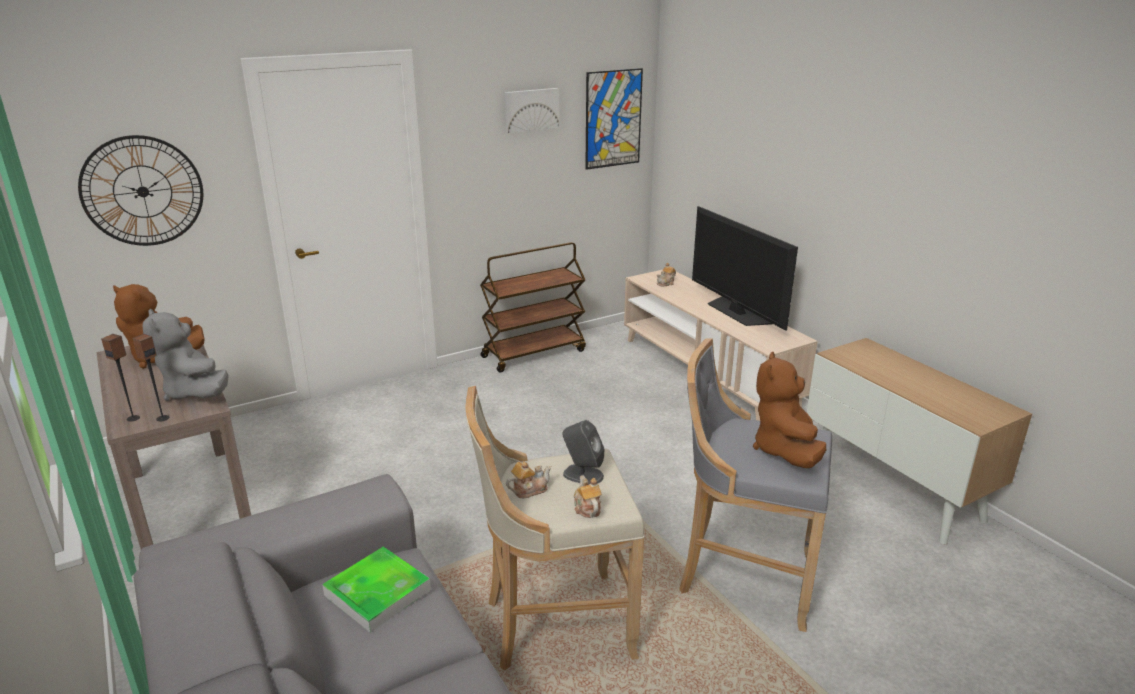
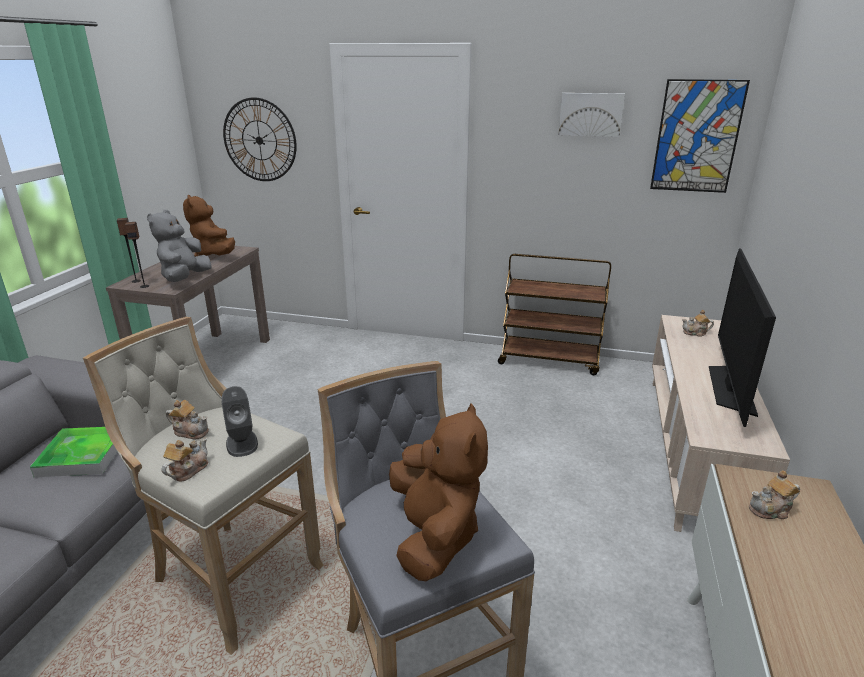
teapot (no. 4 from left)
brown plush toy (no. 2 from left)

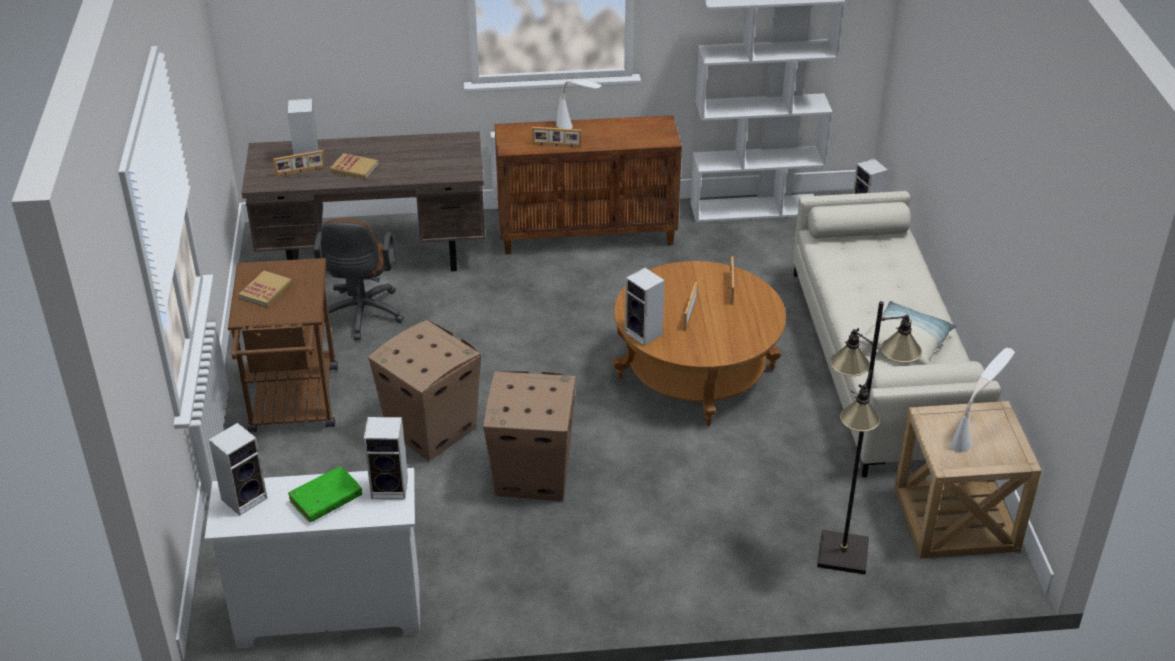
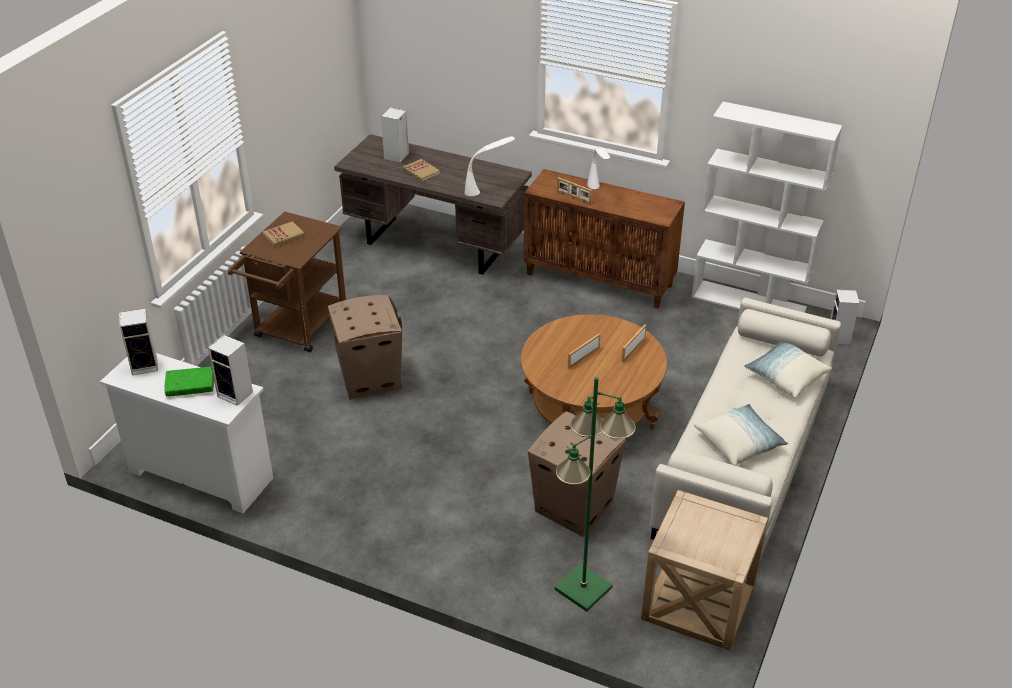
picture frame (no. 1 from left in the first image)
brown office chair
speaker (no. 4 from left in the first image)
pillow (no. 2 from left)
cardboard box (no. 2 from left)
white table lamp (no. 1 from left)
green floor lamp

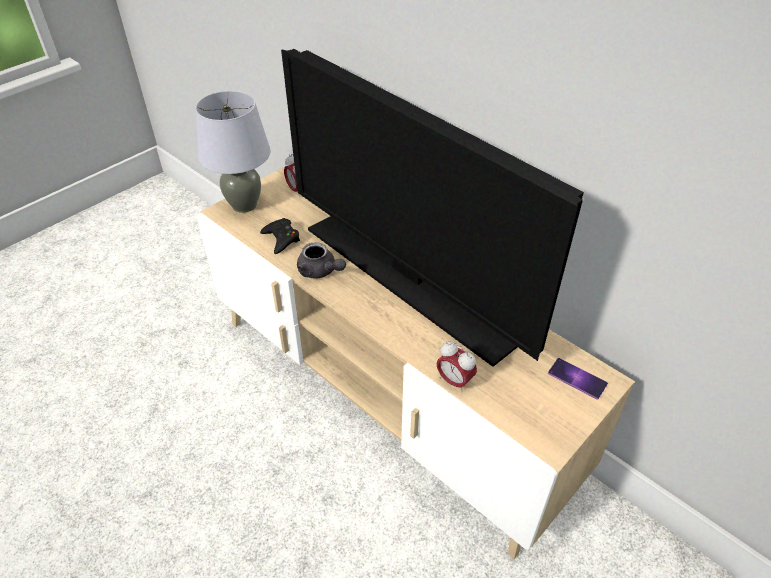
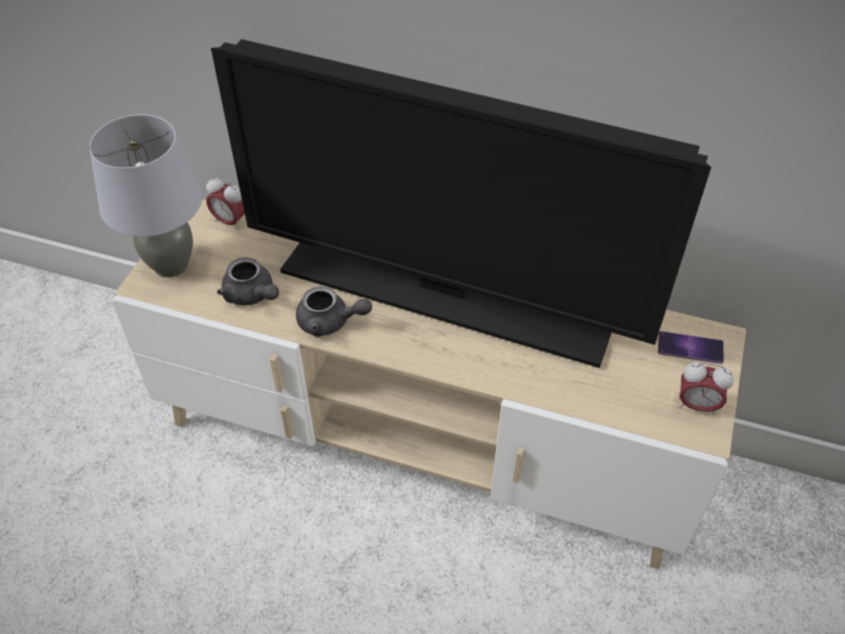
alarm clock (no. 2 from left)
grey teapot (no. 1 from left)

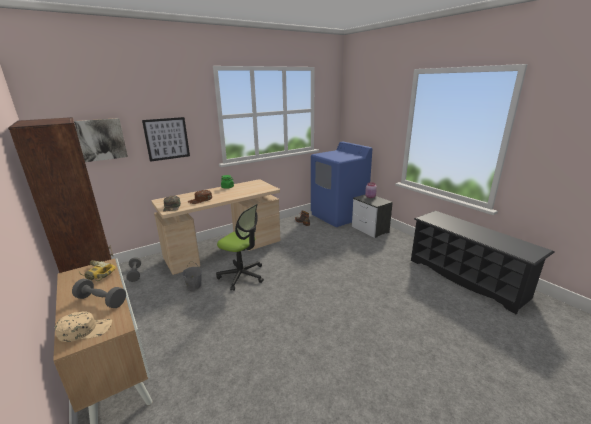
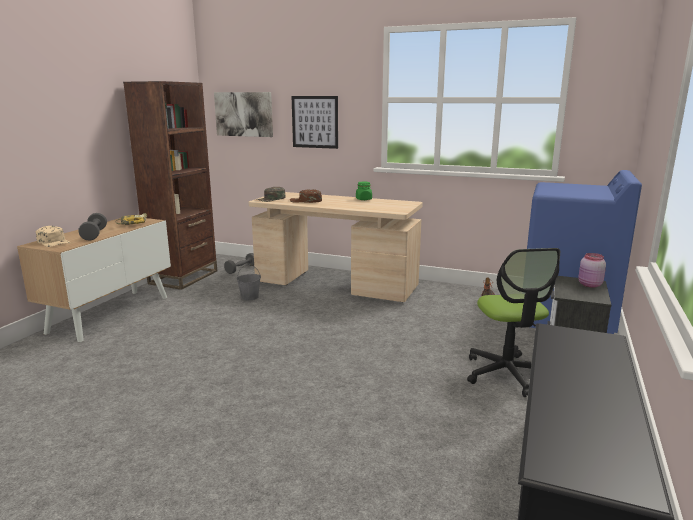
office chair

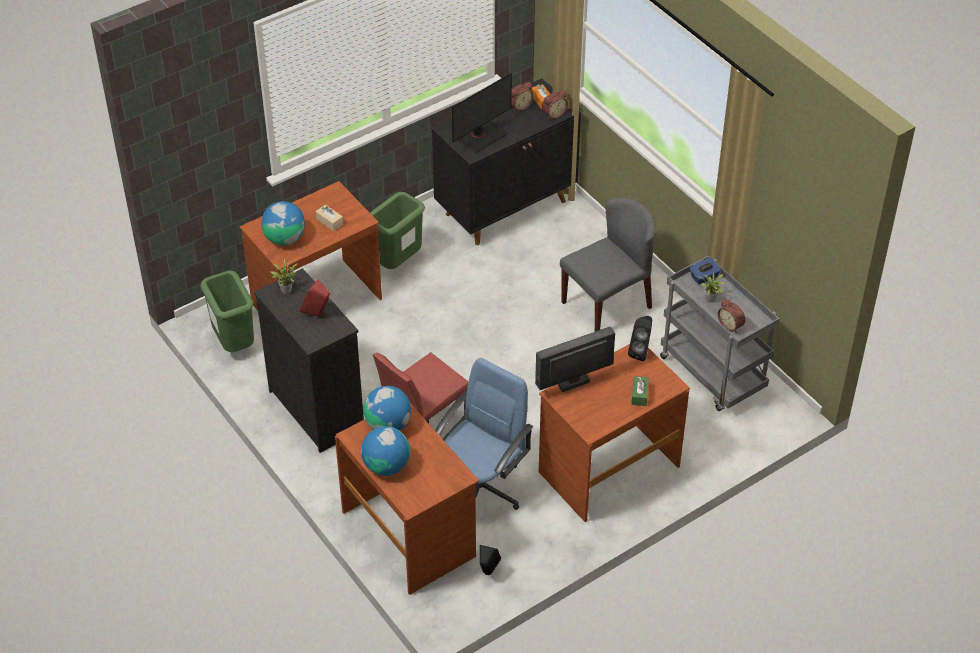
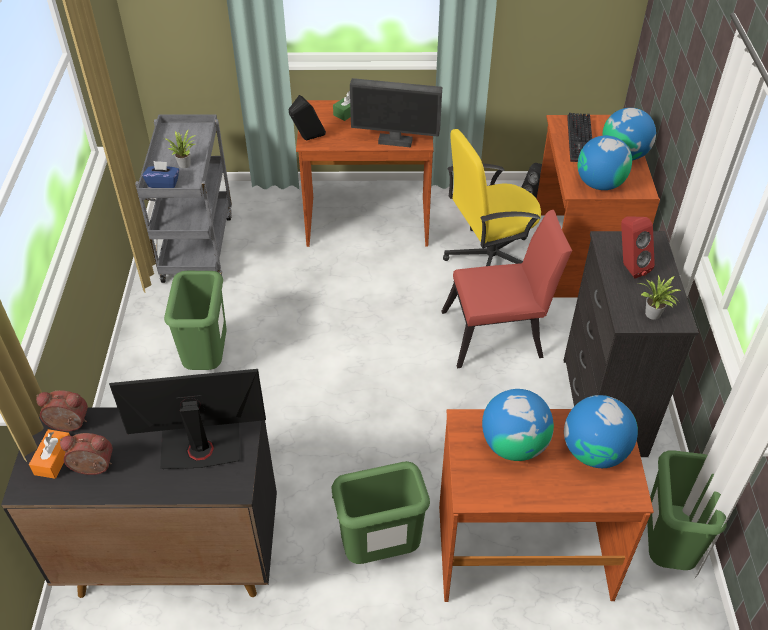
alarm clock (no. 3 from left in the first image)
keyboard
globe (no. 1 from left)
green trash can (no. 1 from left)
yellow office chair

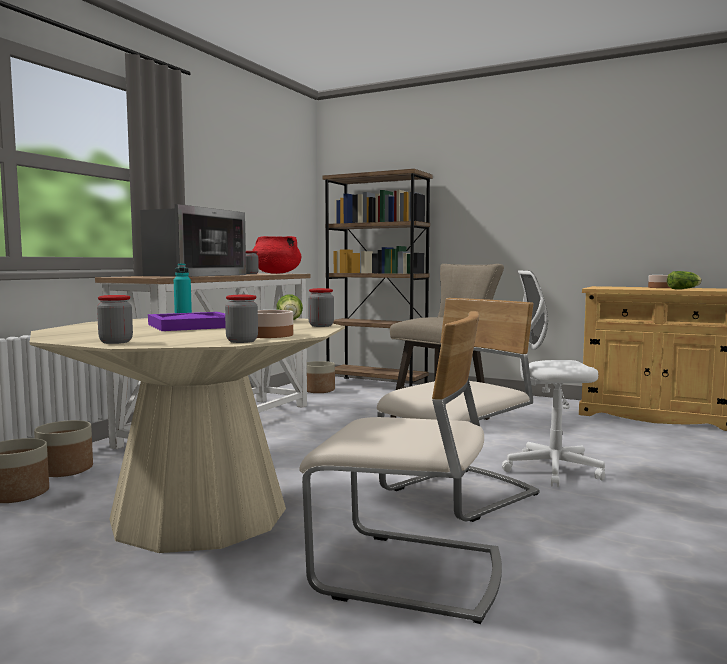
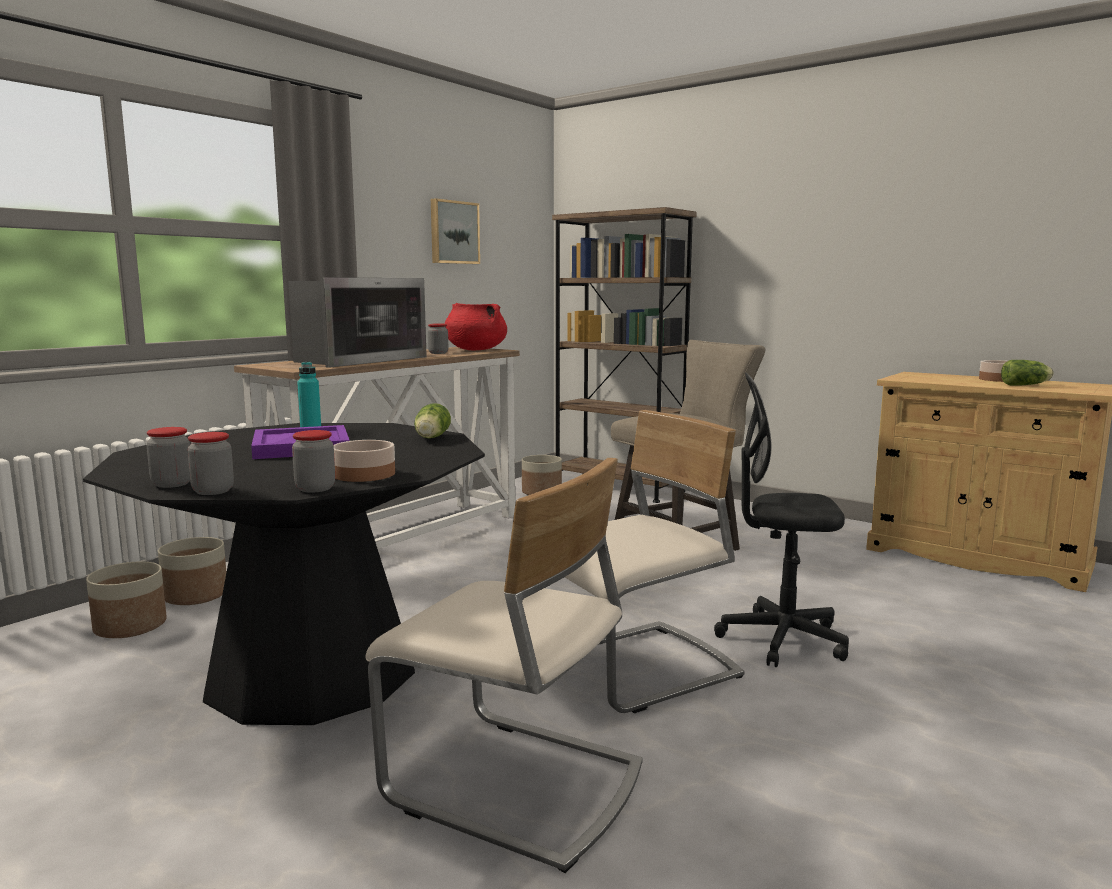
picture
jar (no. 2 from left)
black dining table
black office chair

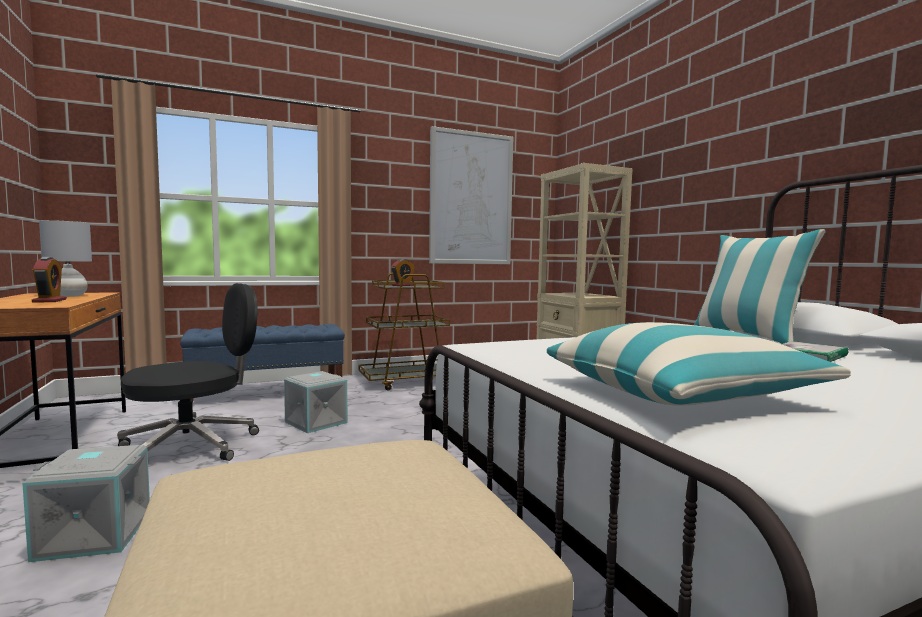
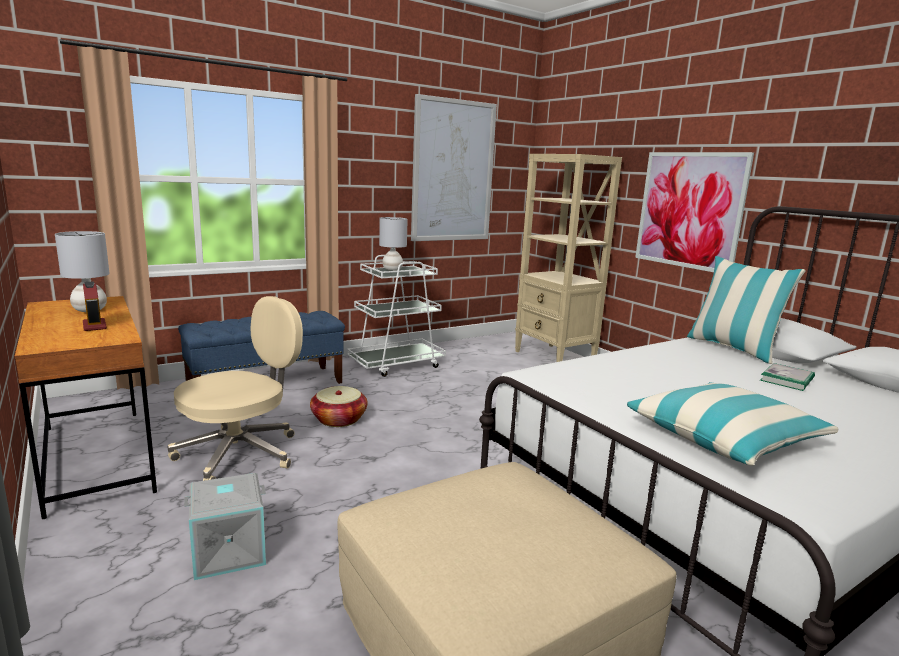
picture (no. 2 from left)
basket
grey table lamp (no. 2 from left)
beige office chair
white cart

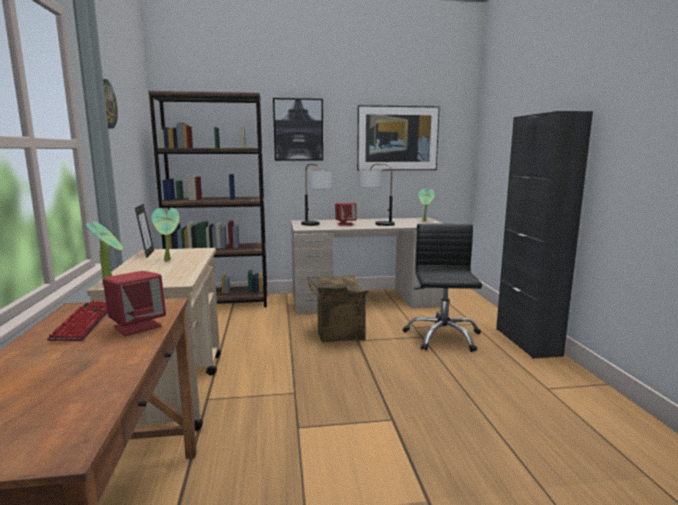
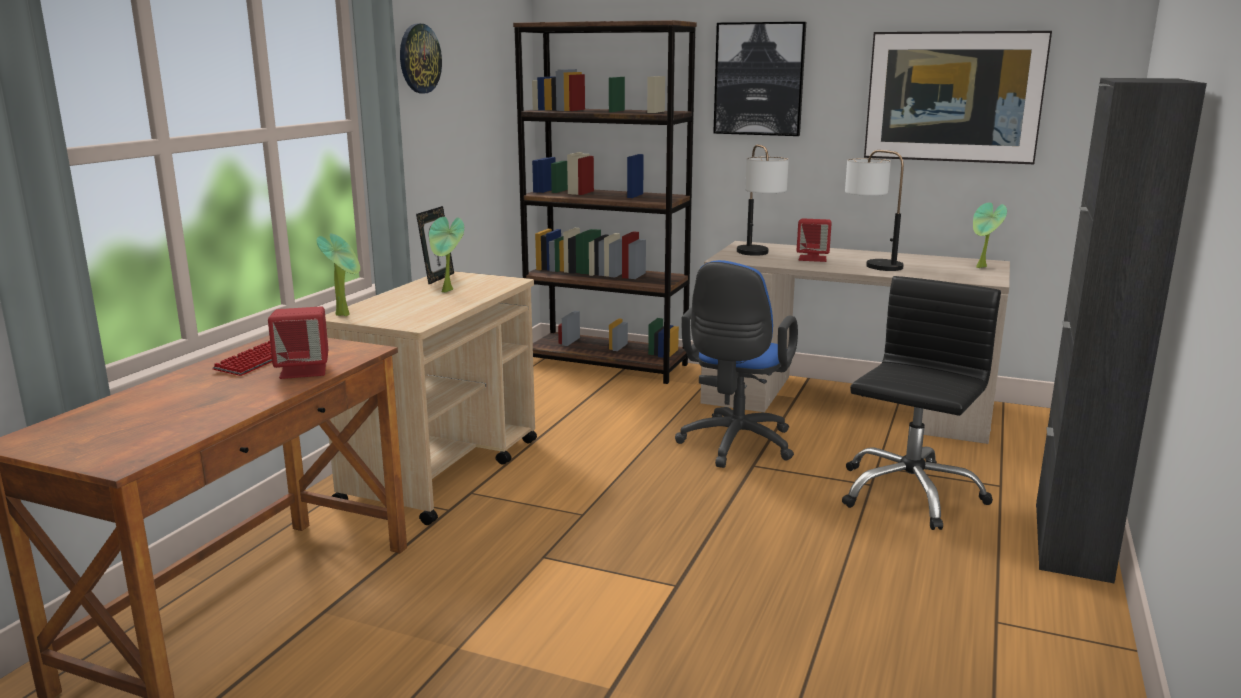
blue office chair

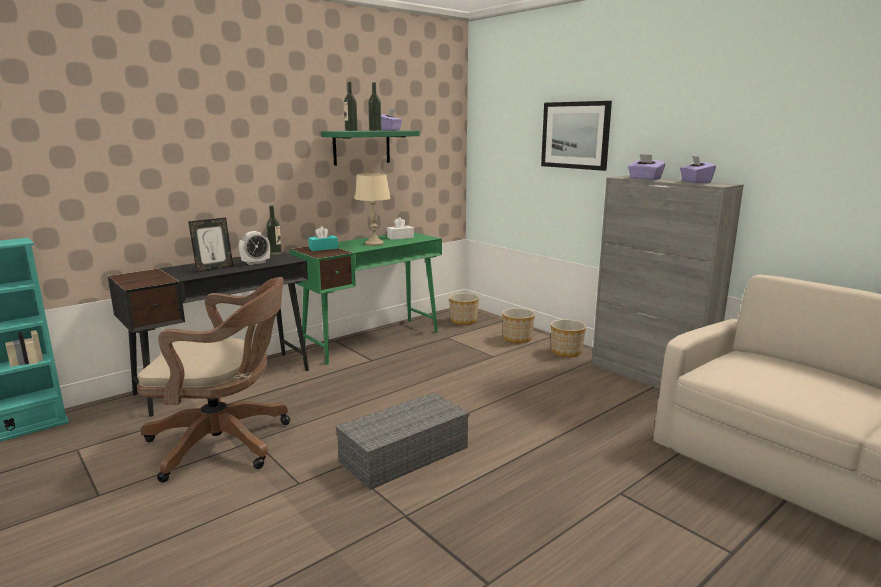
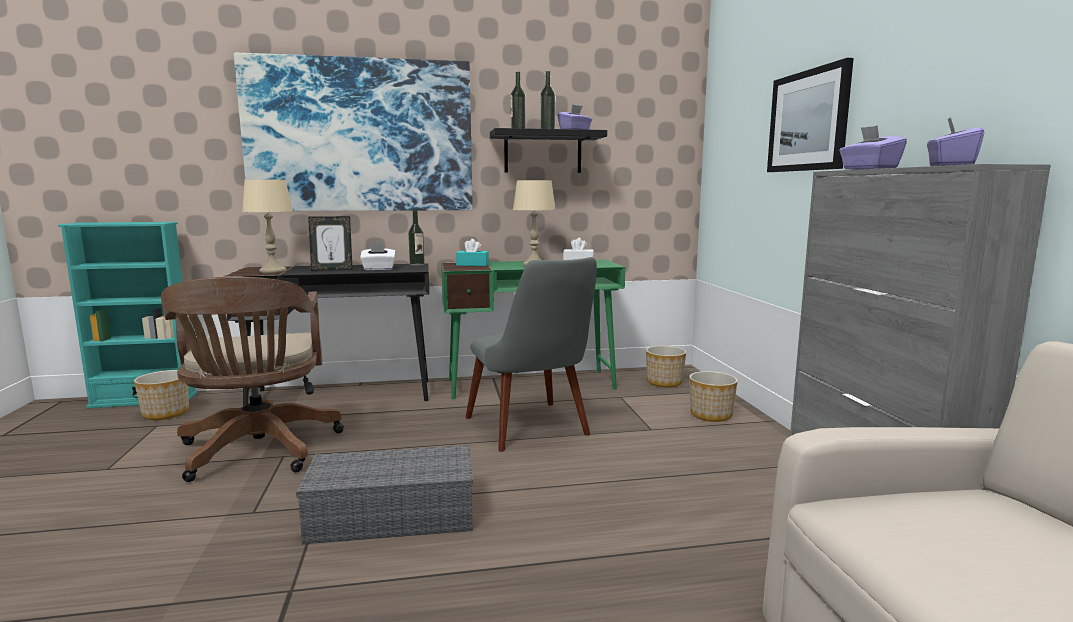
picture (no. 1 from left)
beige table lamp (no. 1 from left)
grey chair
planter (no. 1 from left)
white tissue box (no. 1 from left)
black shelf
brown office chair

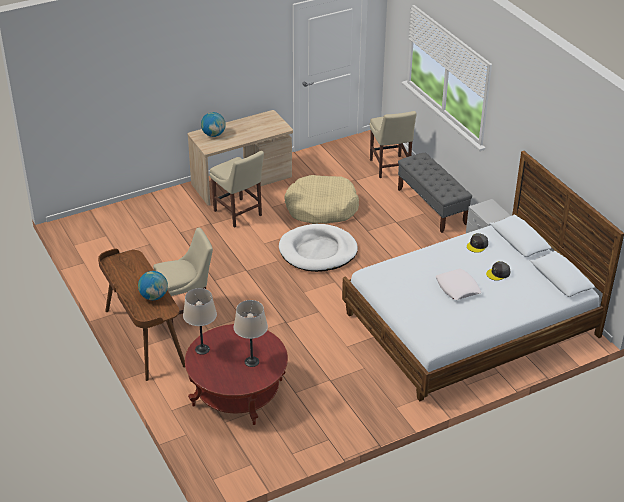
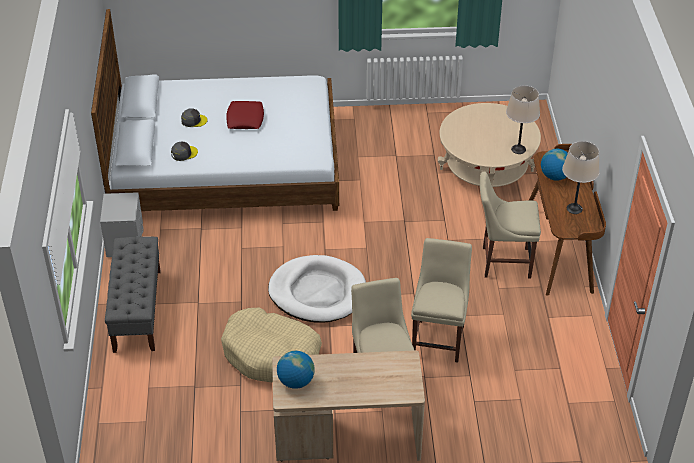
globe (no. 1 from left)
beige table lamp (no. 2 from left)
beige chair (no. 2 from left)
beige coffee table
red pillow

